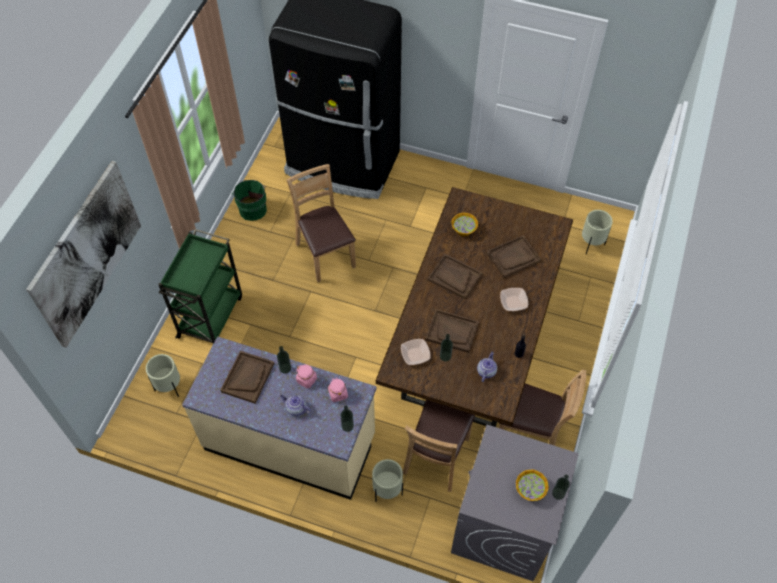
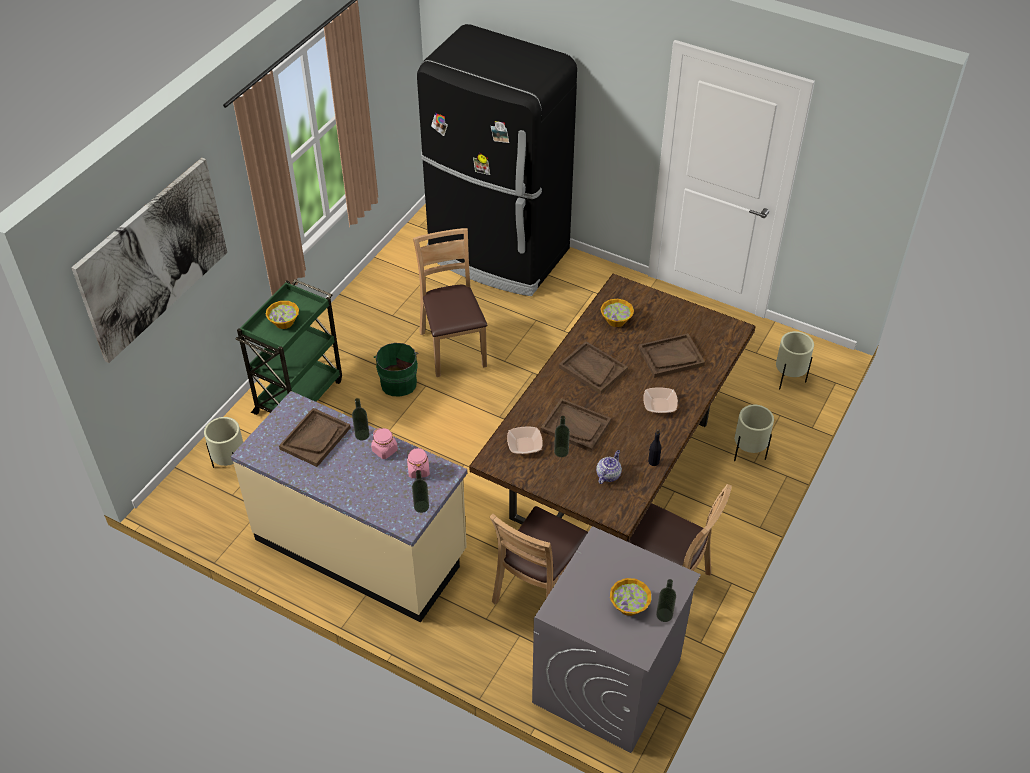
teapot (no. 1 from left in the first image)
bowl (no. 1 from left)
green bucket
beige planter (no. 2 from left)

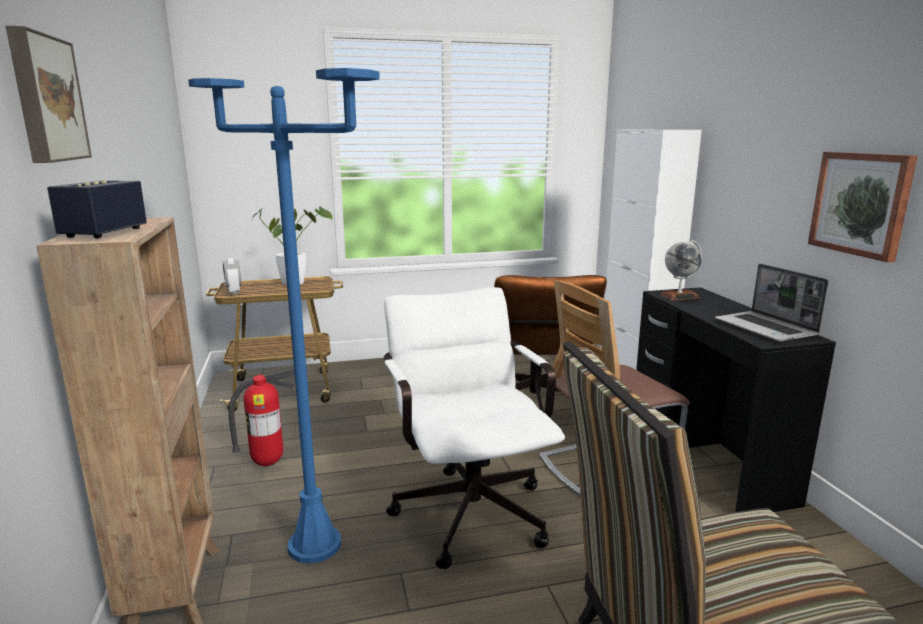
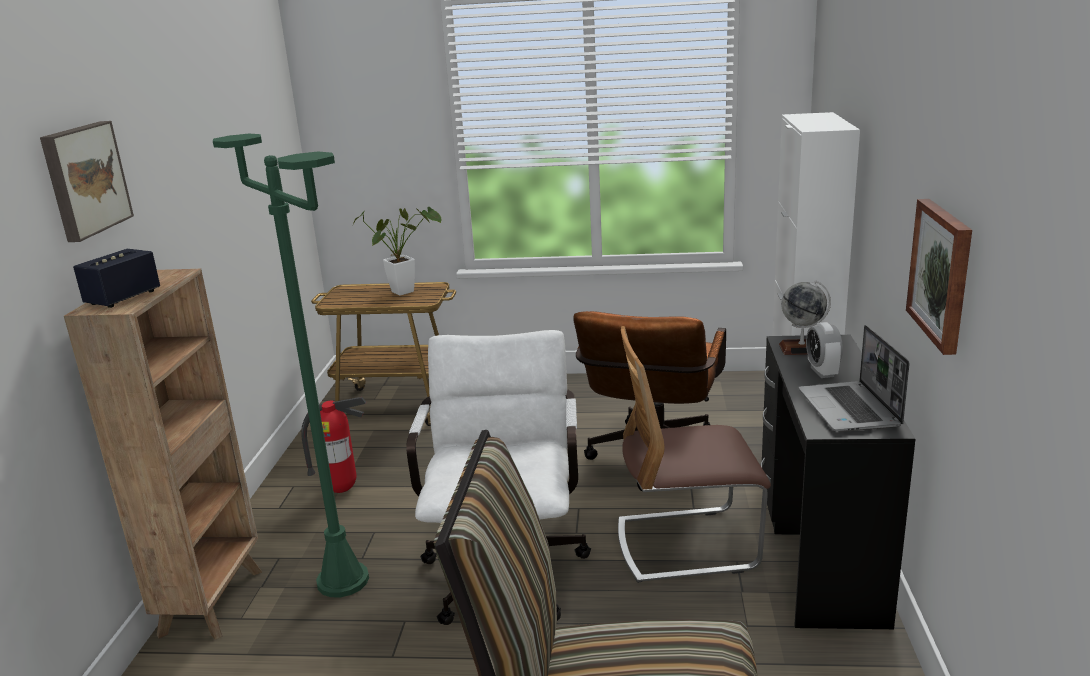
alarm clock
green floor lamp

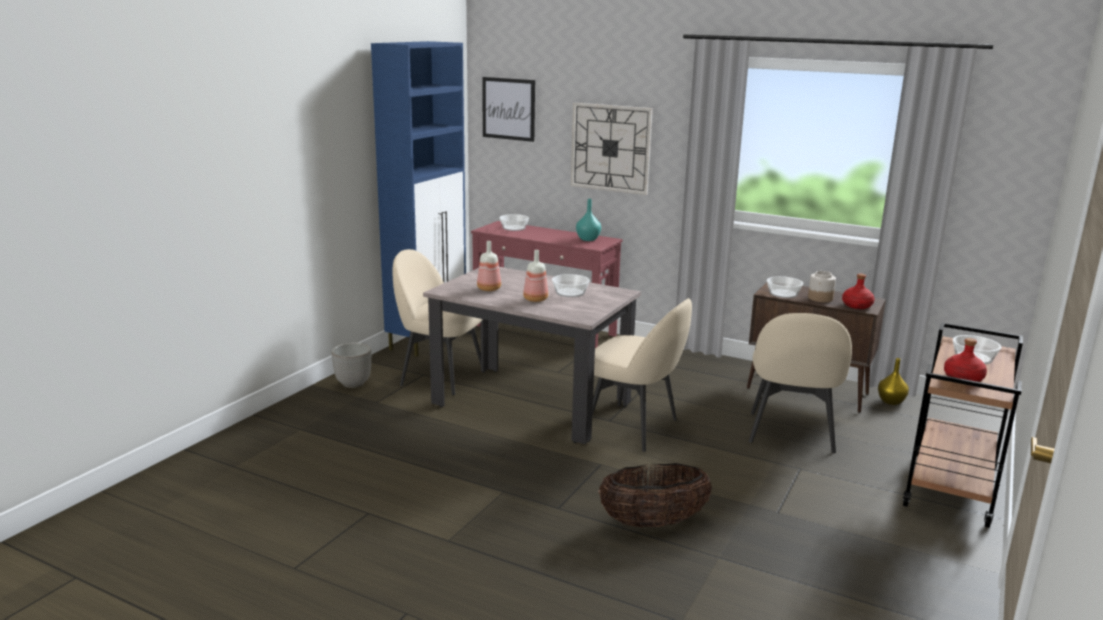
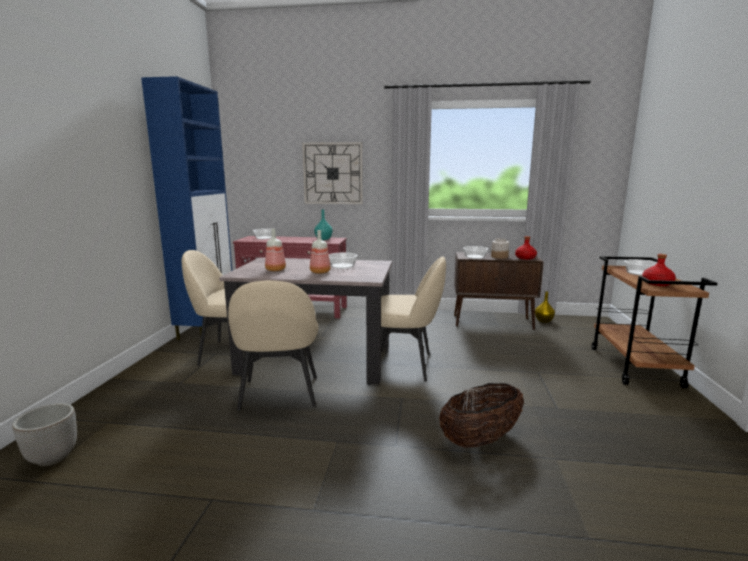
picture
planter
beige chair (no. 2 from left)

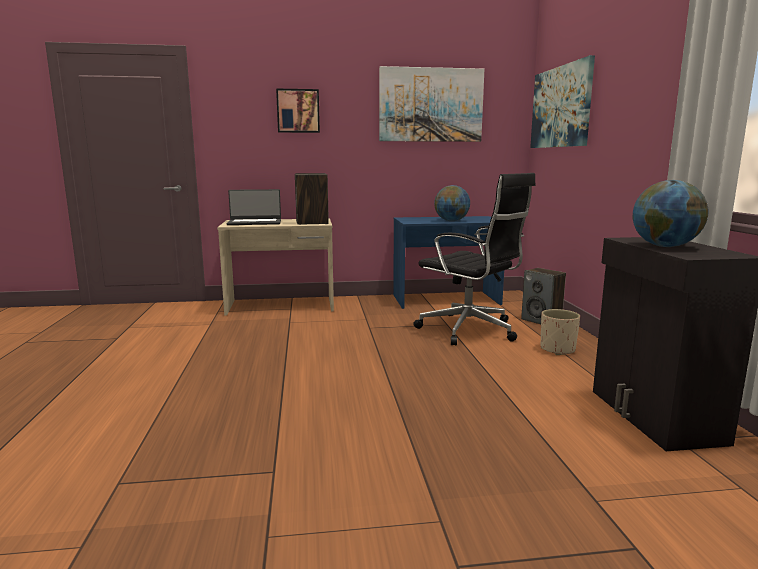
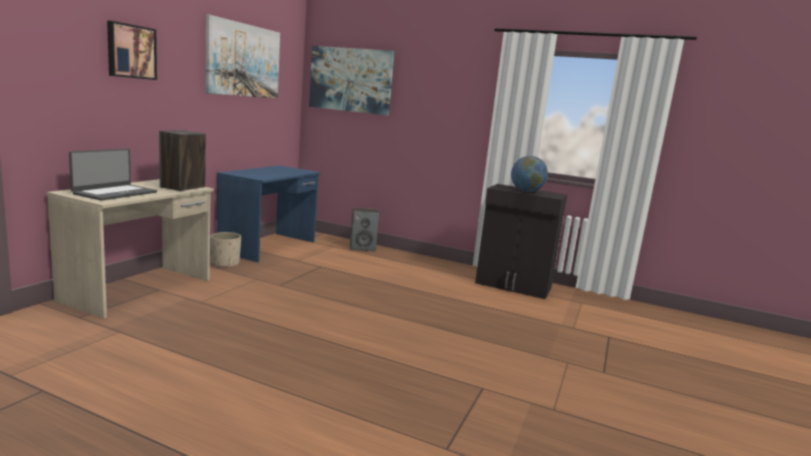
black office chair
globe (no. 1 from left in the first image)
beige planter

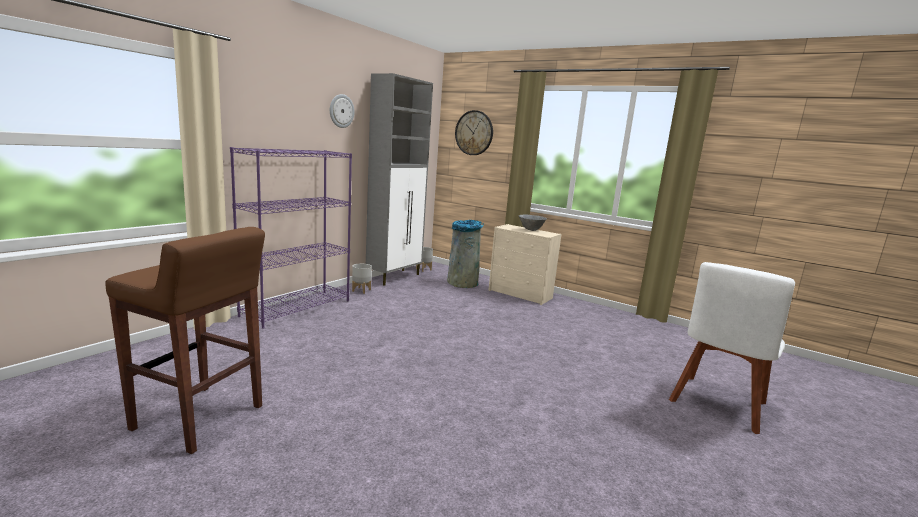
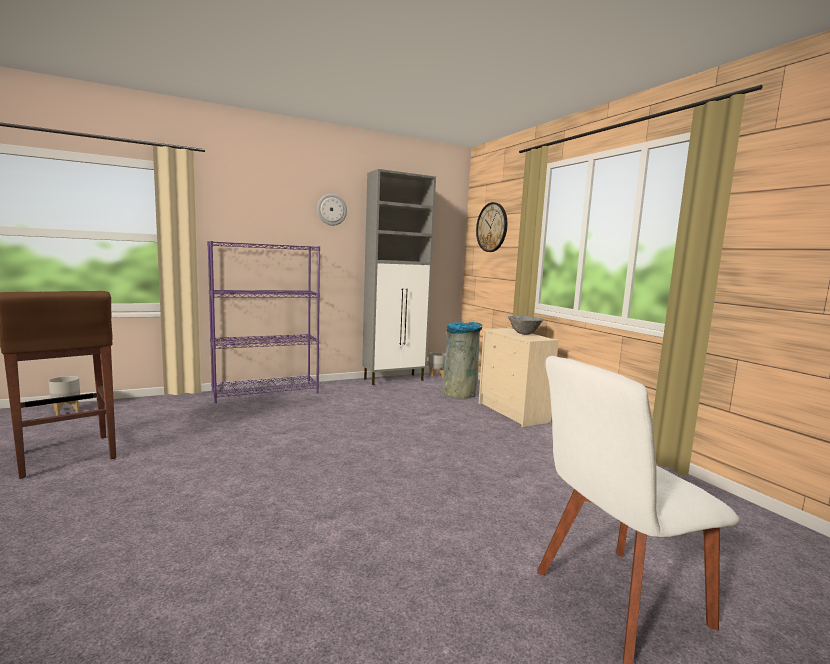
grey planter (no. 1 from left)

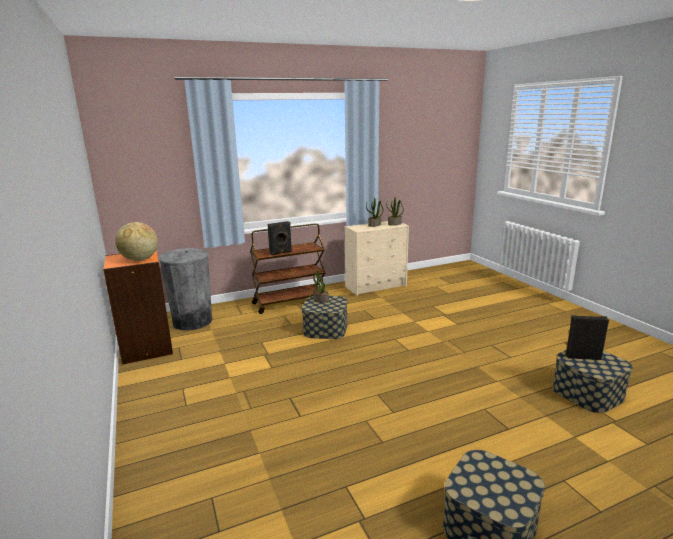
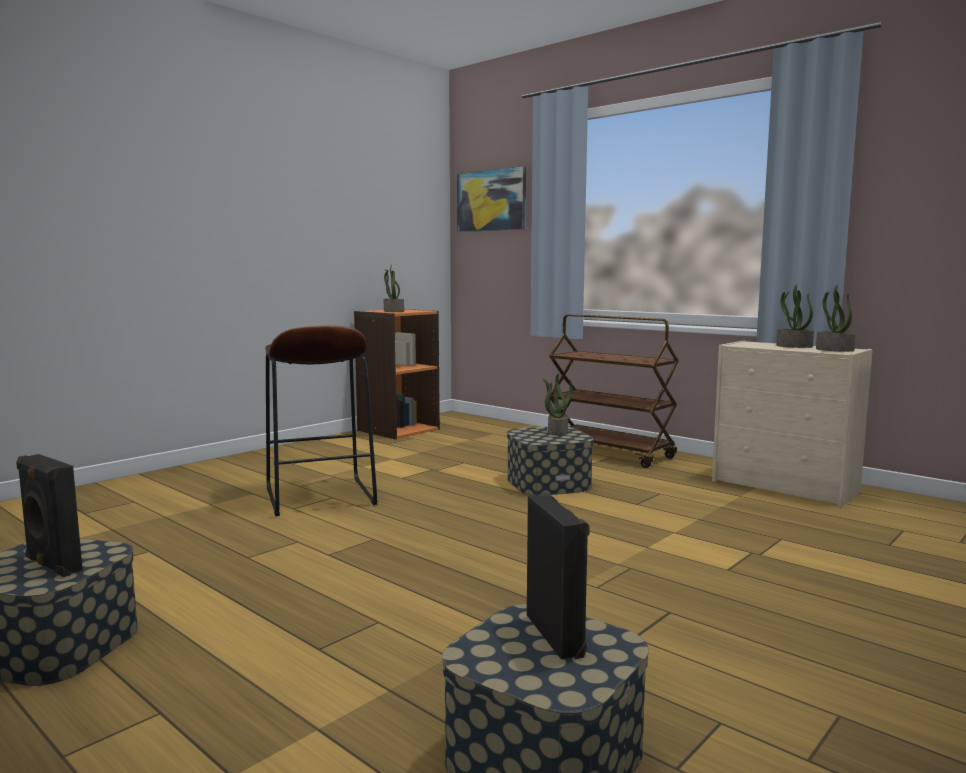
grey trash can
brown stool
picture
black speaker (no. 1 from left)
potted plant (no. 1 from left)

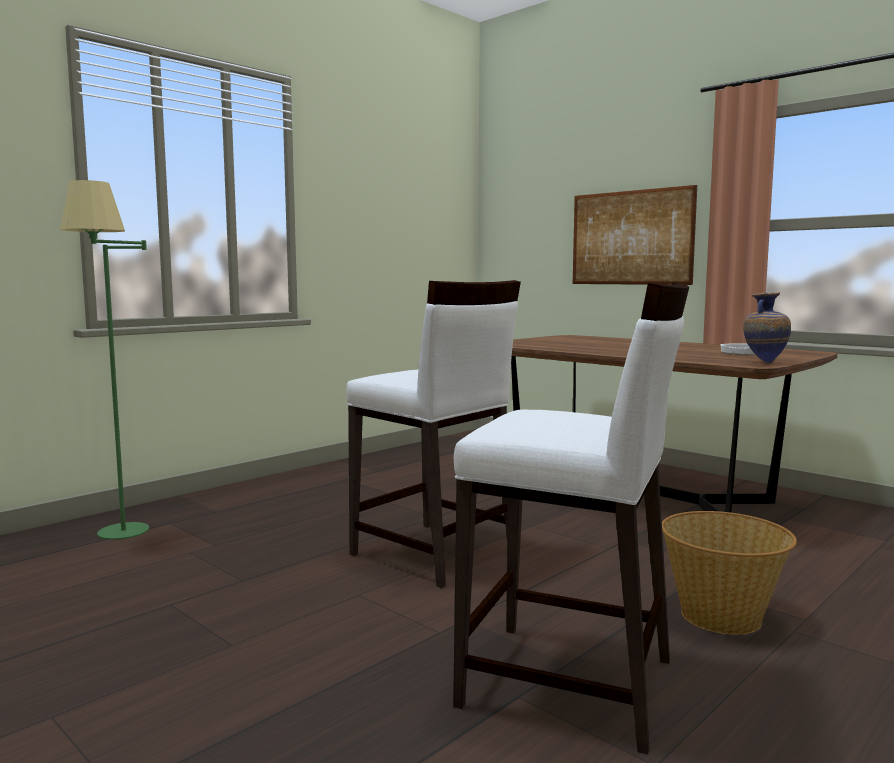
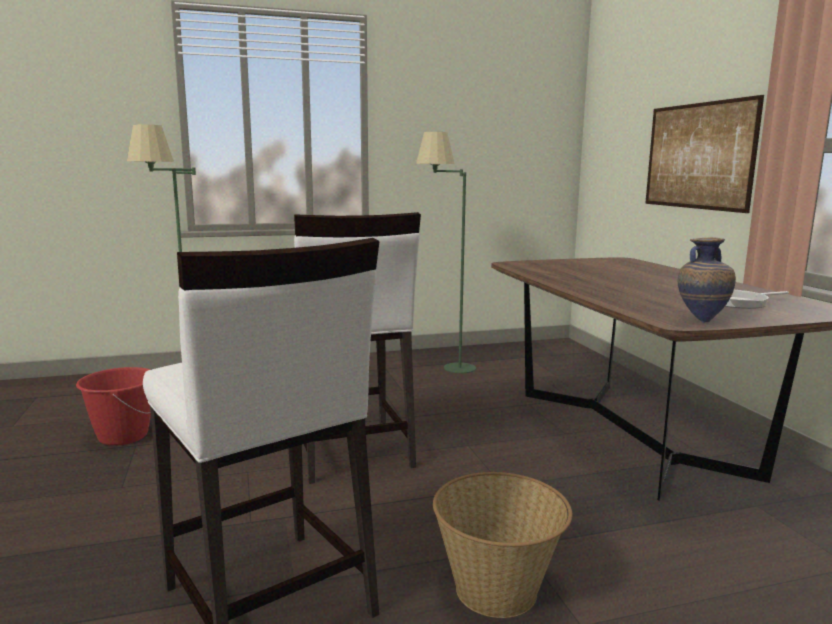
red bucket
green floor lamp (no. 2 from left)

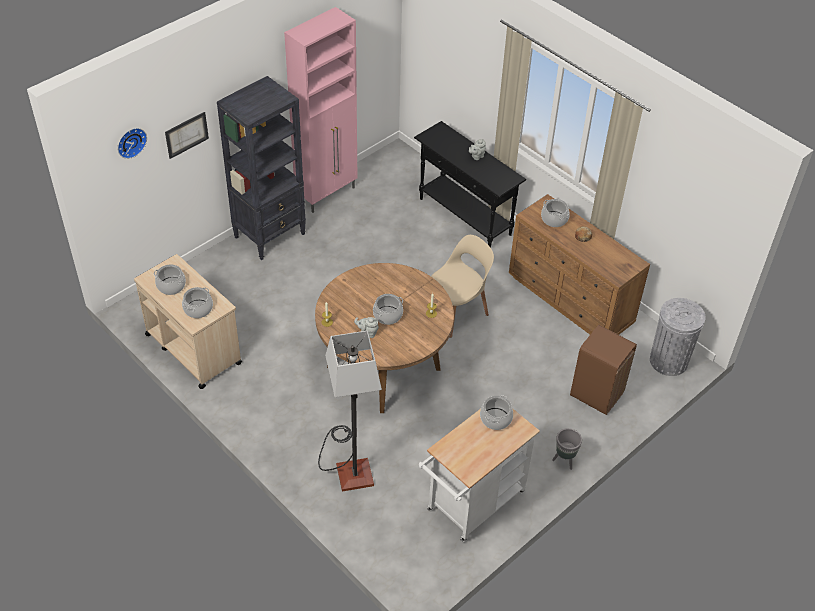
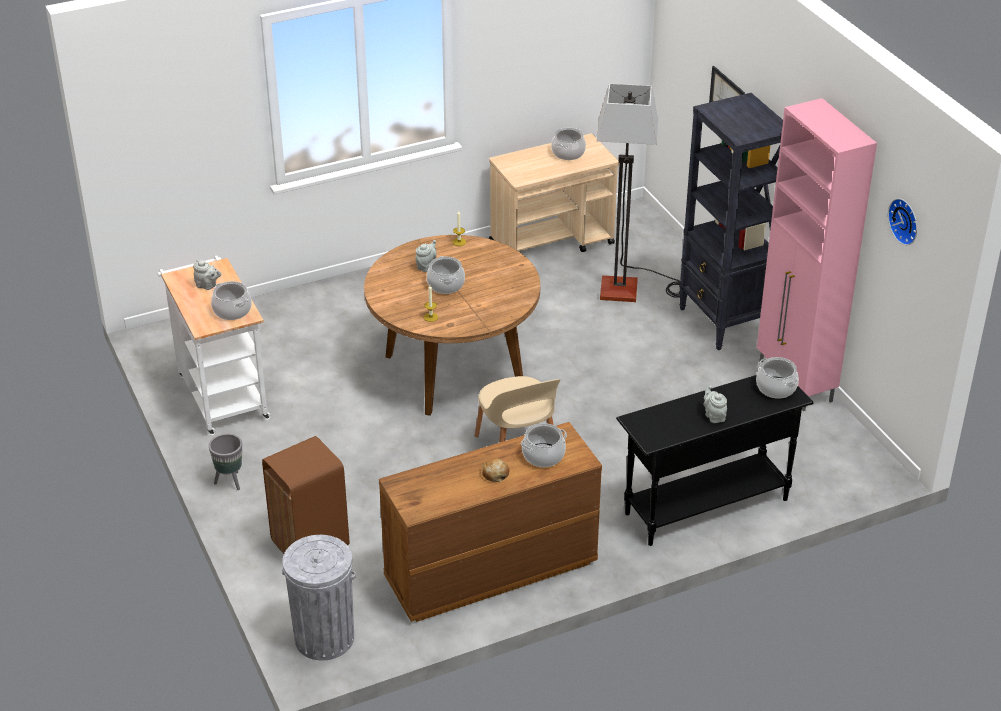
grey teapot (no. 1 from left)
wall clock
cooking pot (no. 5 from left)
floor lamp

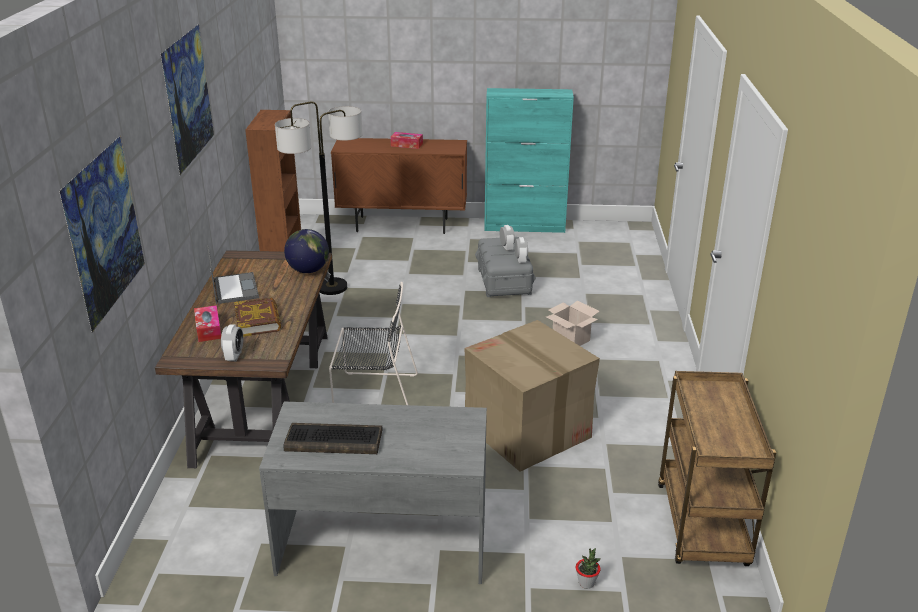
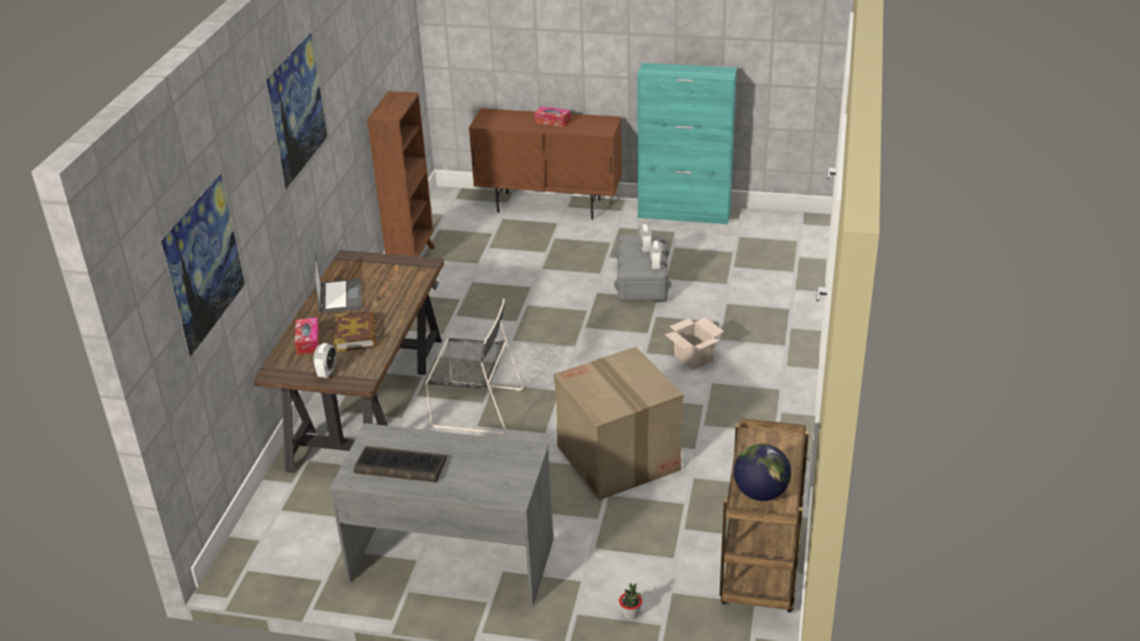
floor lamp
globe

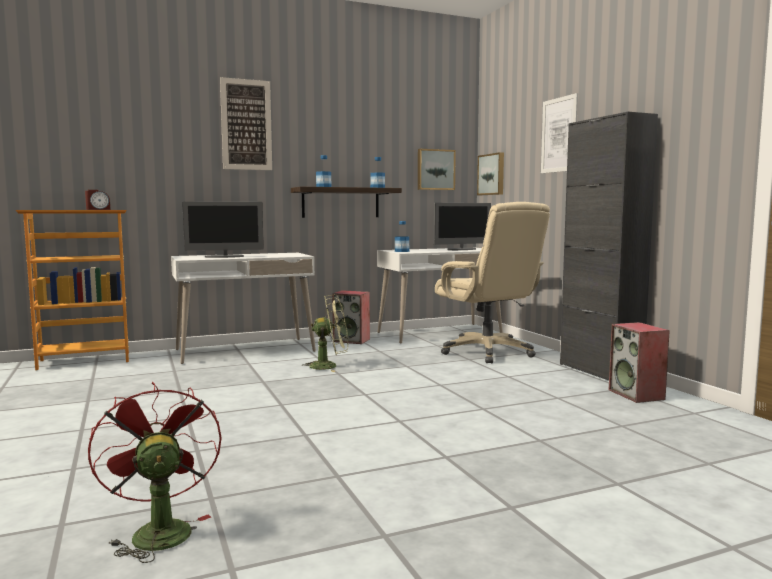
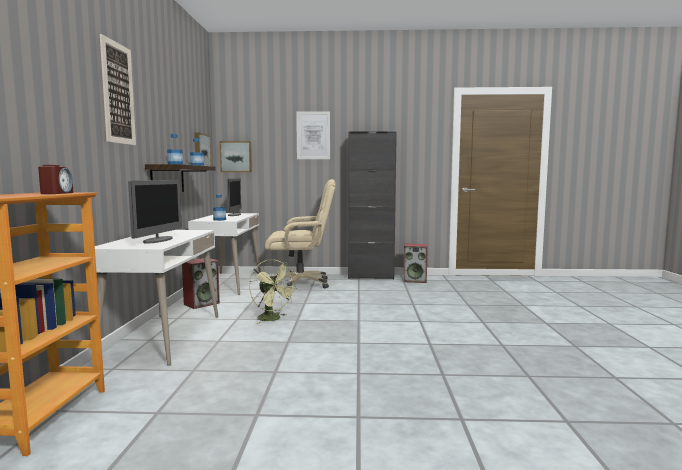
red fan
green fan

